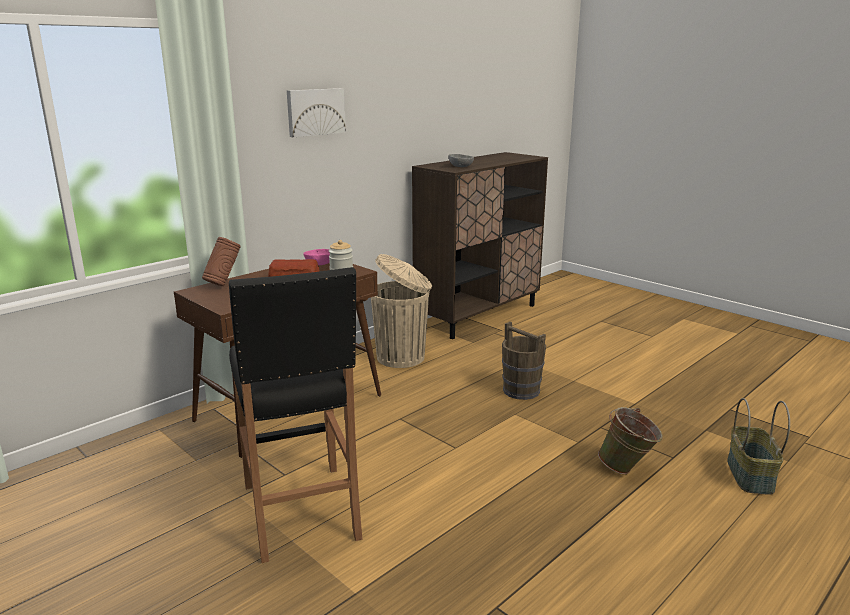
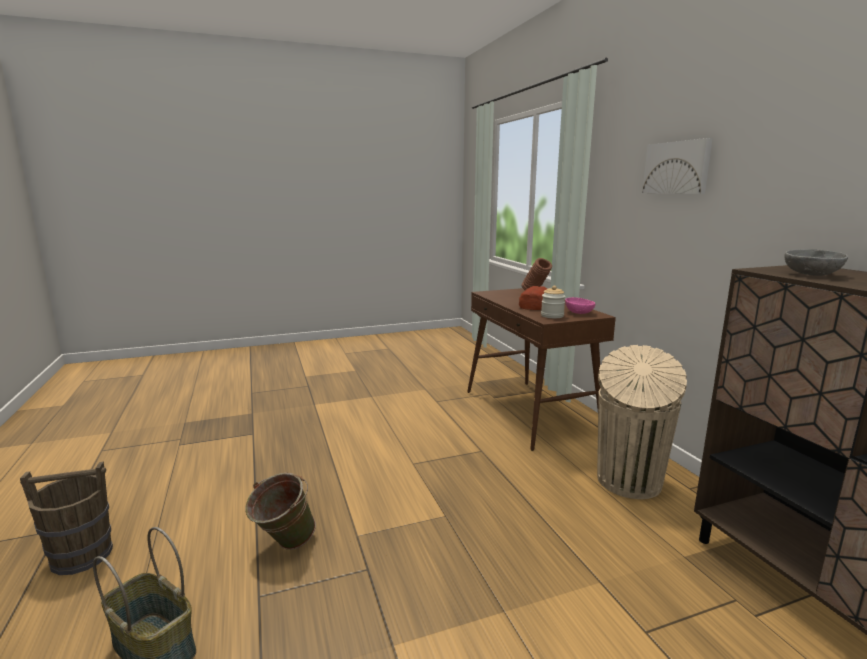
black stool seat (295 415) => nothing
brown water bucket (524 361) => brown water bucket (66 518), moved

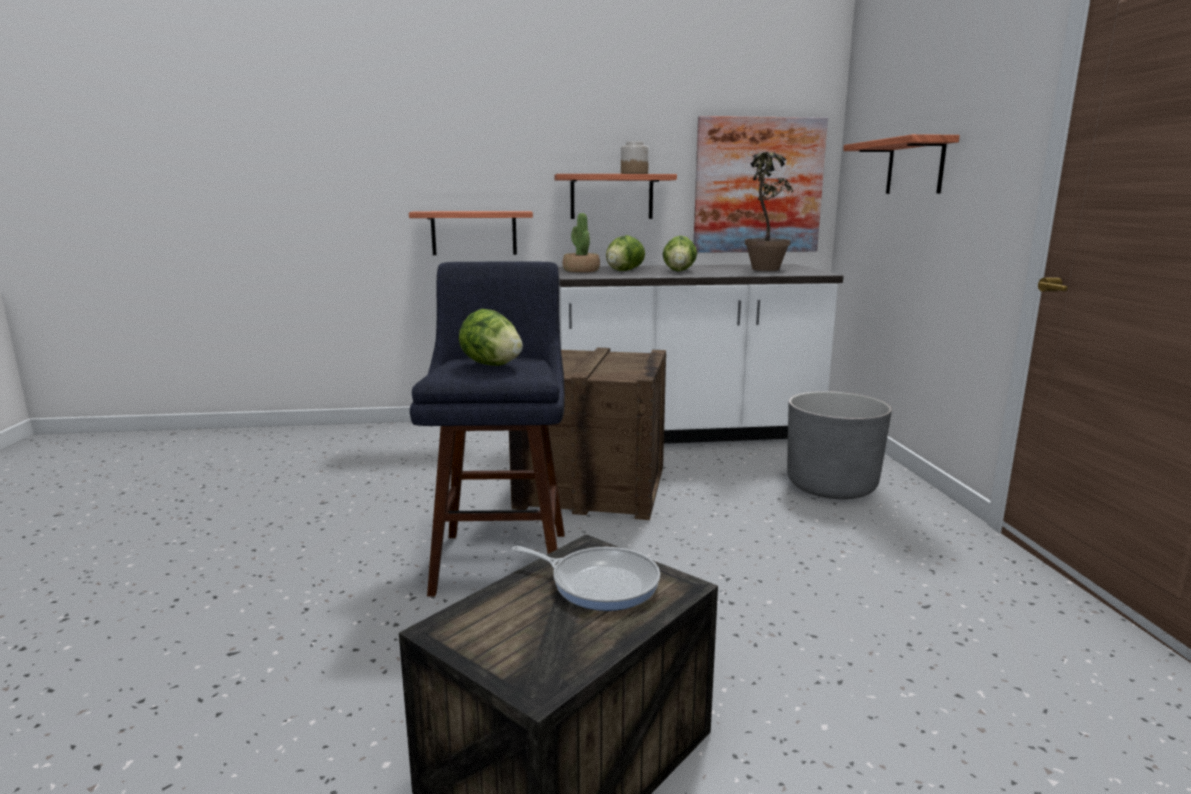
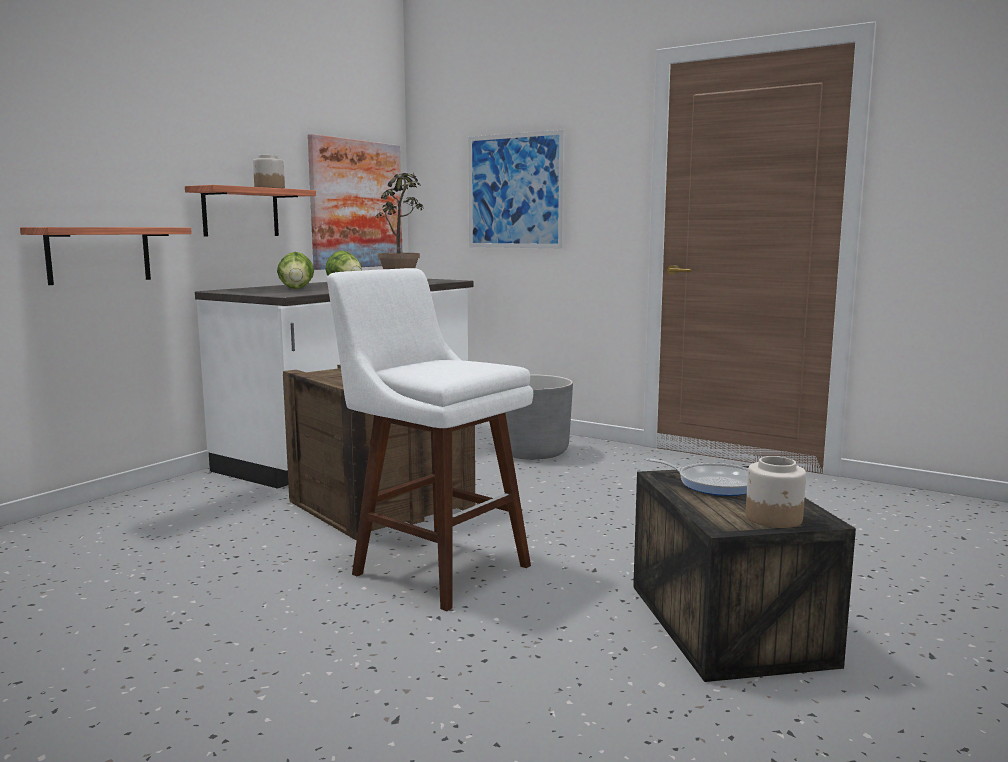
blue stool seat (487 429) => white-coloured stool seat (430 439)
lettuce (491 337) => nothing
skillet (586 578) => skillet (697 477), 60 degrees clockwise
potted plant (581 242) => nothing
shelf (901 164) => wall picture (516 189)
nothing => storage jar (776 492)

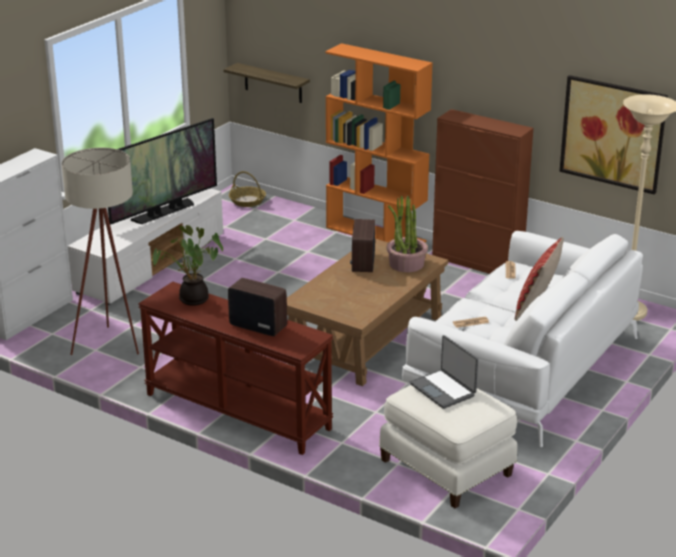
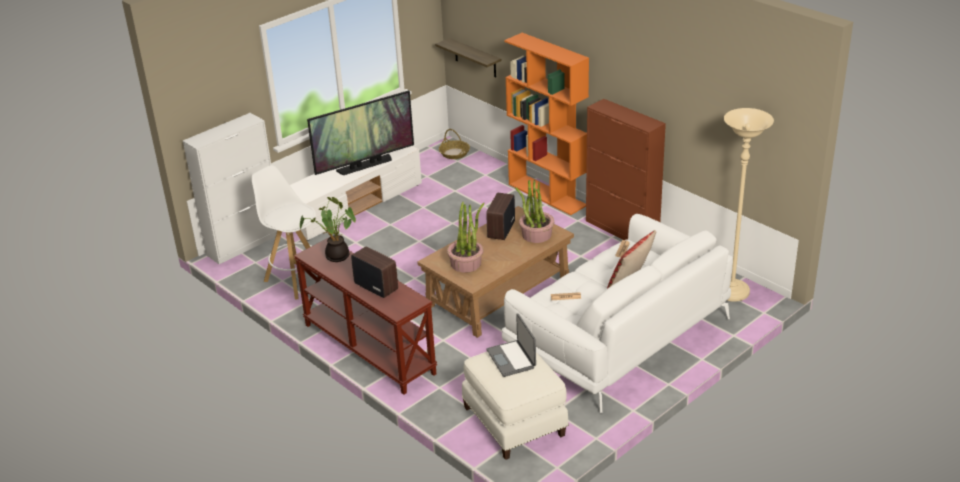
sand-coloured standard lamp (100 251) => white-coloured stool seat (284 232)
wall picture (613 135) => nothing
nothing => potted plant (466 237)

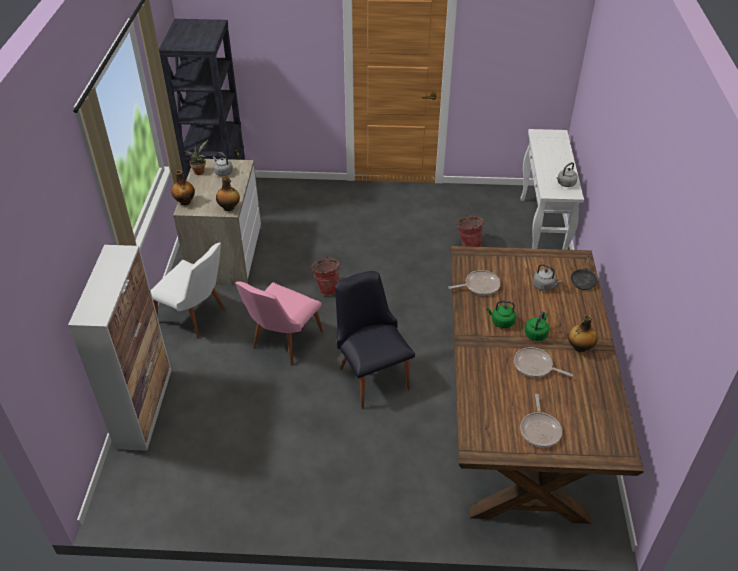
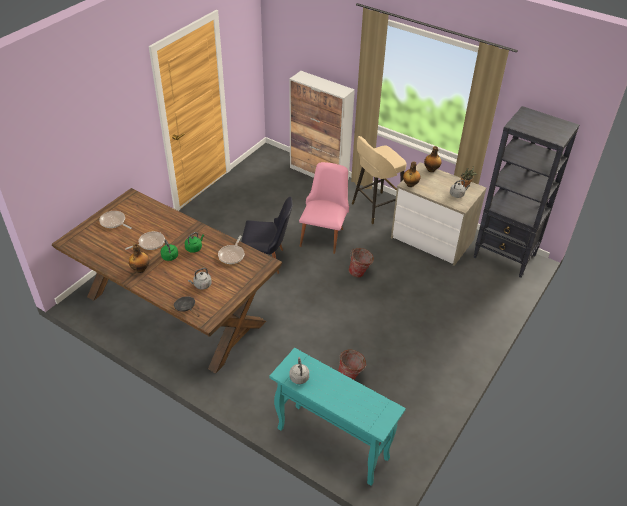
white-coloured chair (188 290) => sand-coloured stool seat (379 180)
pink chair (279 323) => pink chair (324 208), 45 degrees clockwise
white-coloured narrow table (552 189) => turquoise narrow table (337 417)

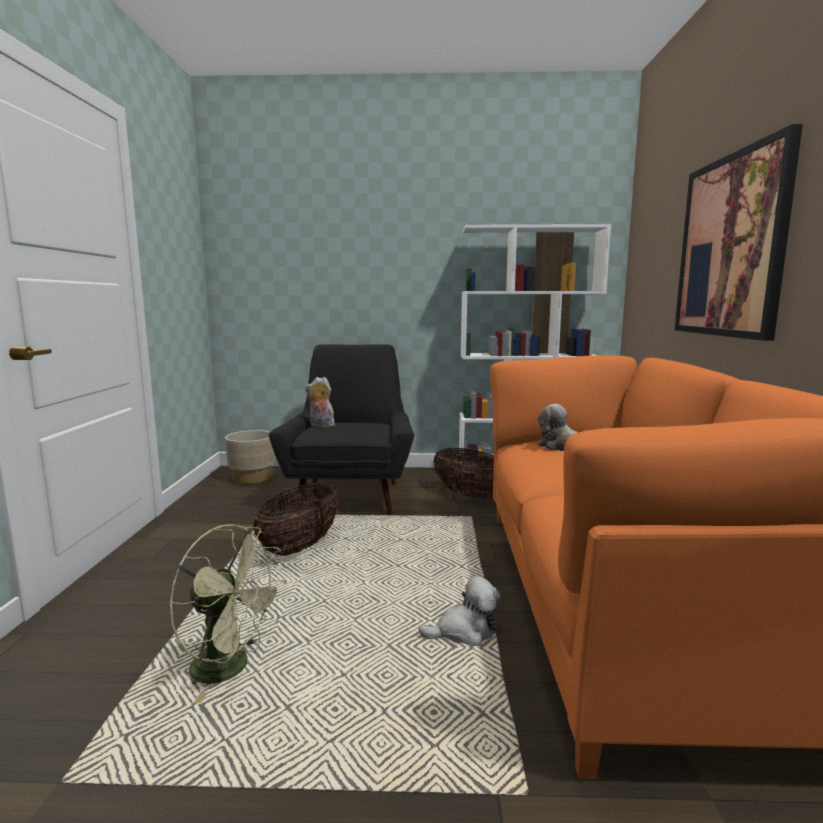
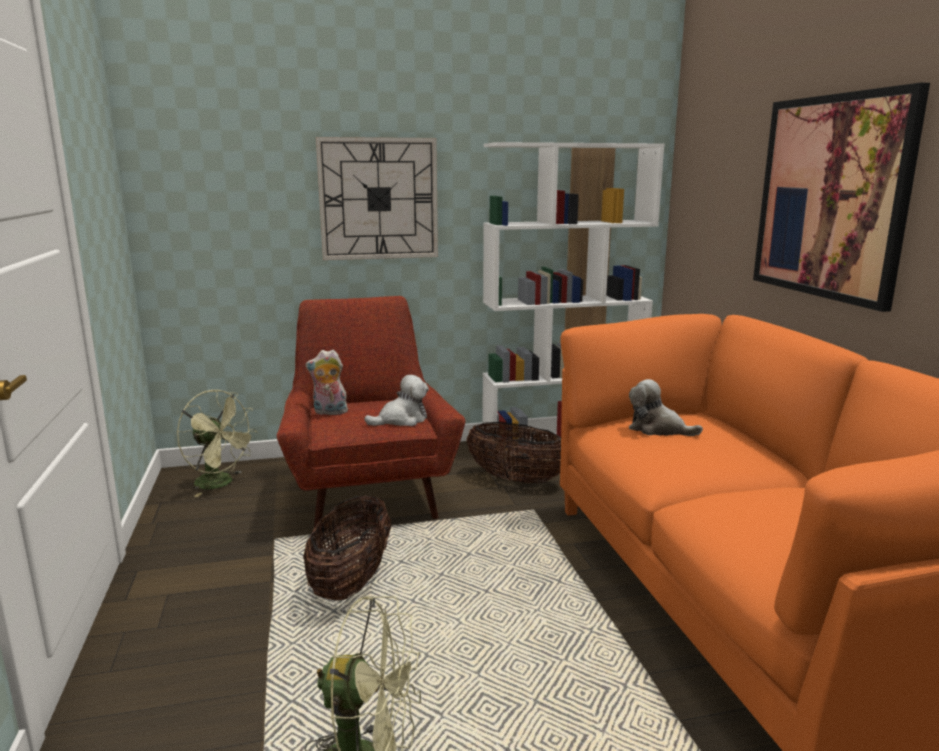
sand-coloured planter (249 457) => green fan (217 443)
black easy chair (341 429) => red easy chair (371 412)
plush toy (459 611) => plush toy (396 400), moved
nothing => wall clock (377 198)

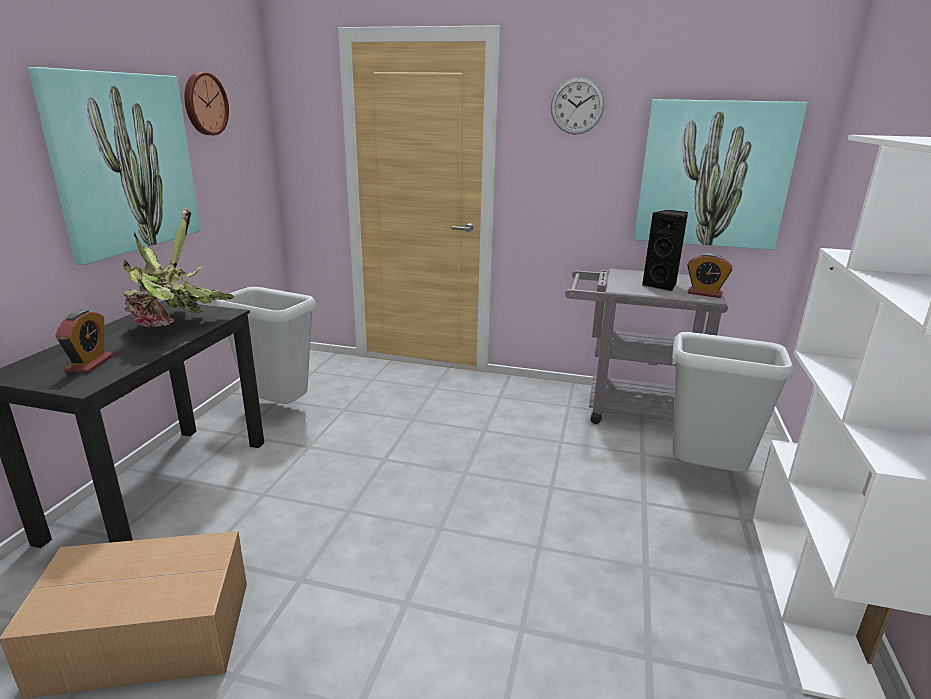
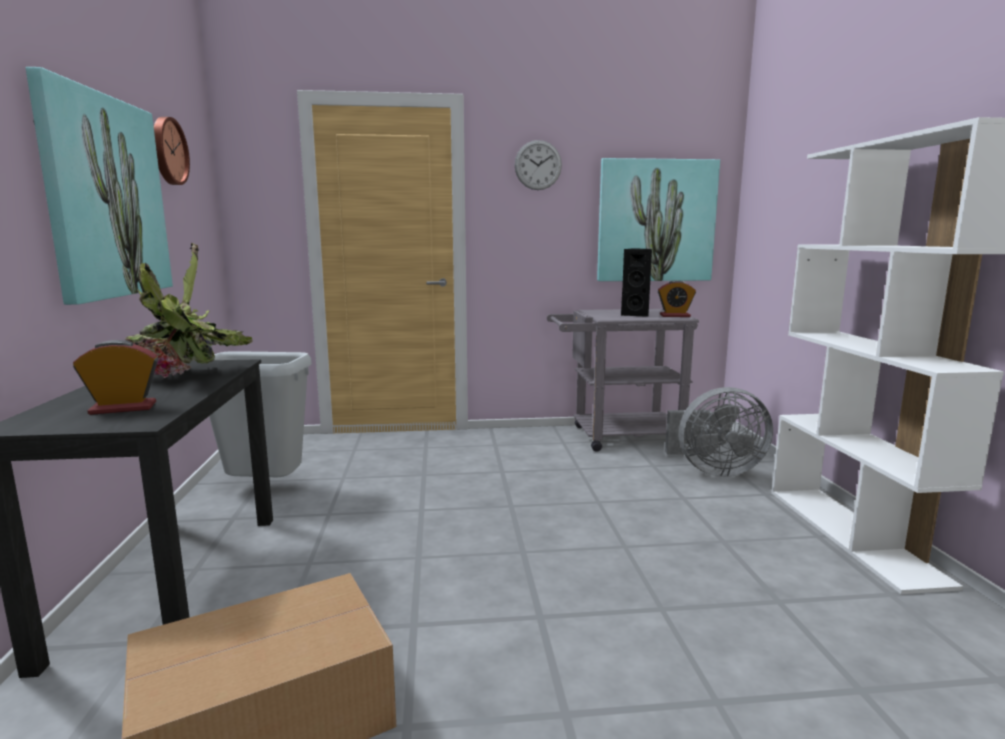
alarm clock (84 341) => alarm clock (115 377), 90 degrees counterclockwise
greyish trash can (733 402) => greyish fan (719 432)

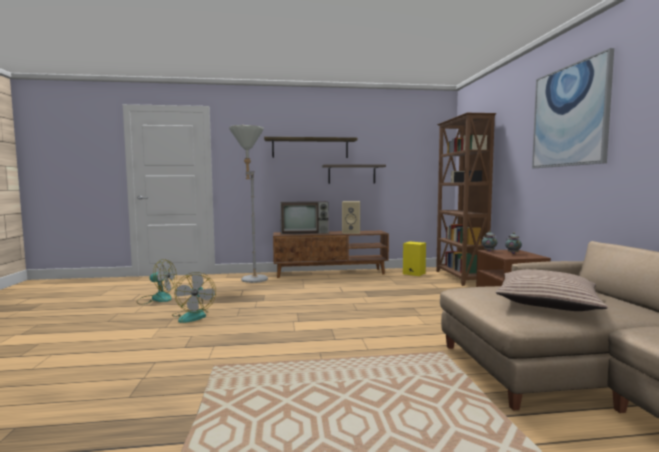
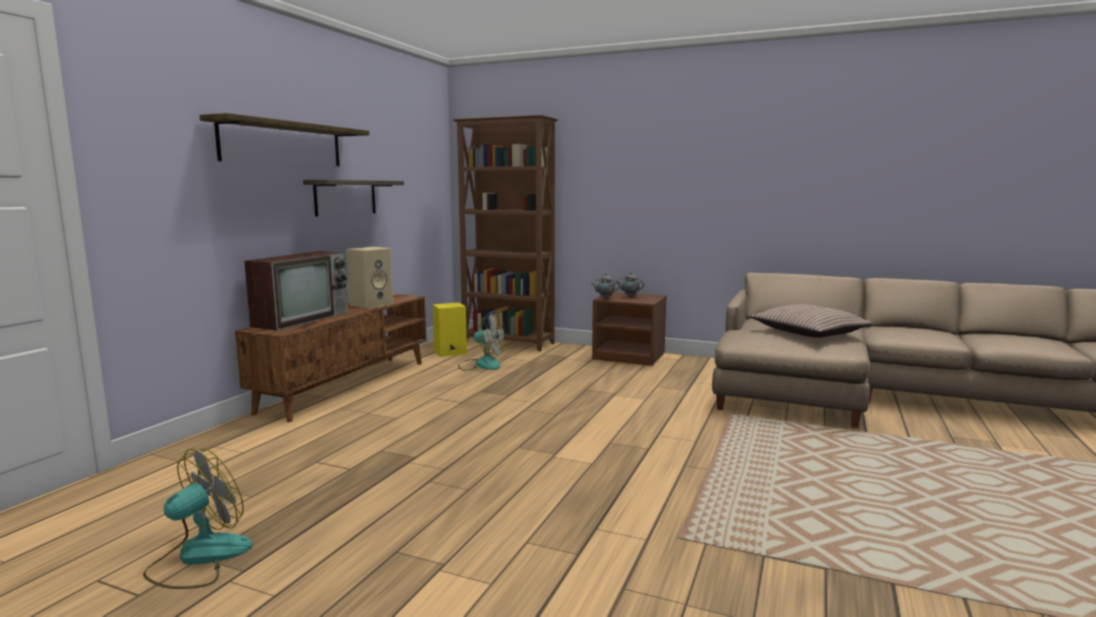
fan (194 297) => fan (482 342), moved
greyish standard lamp (248 204) => nothing
wall picture (573 108) => nothing

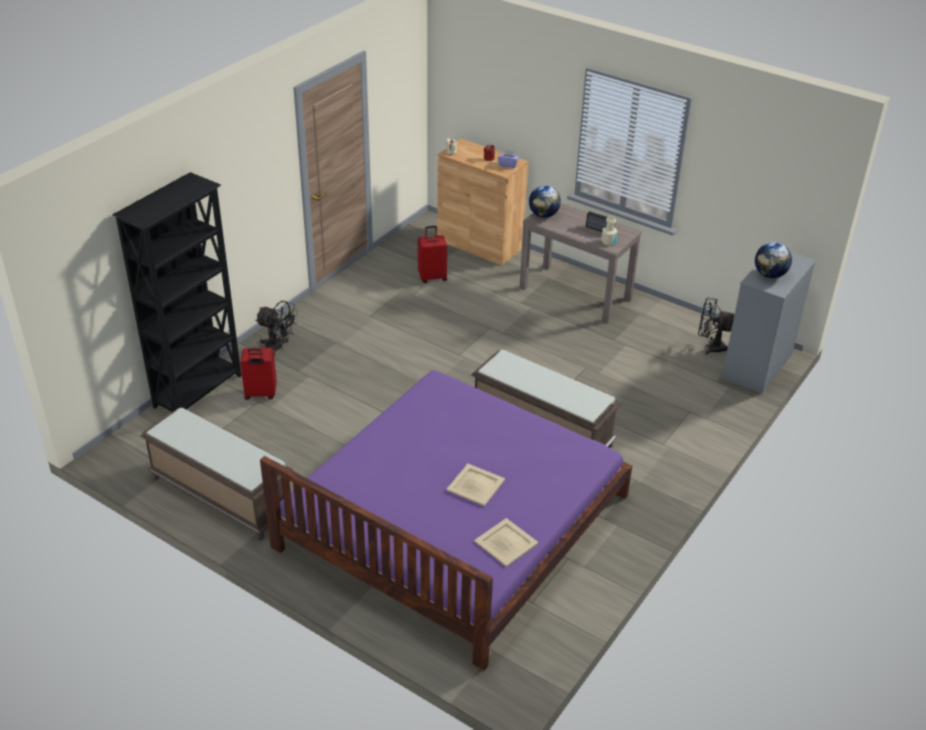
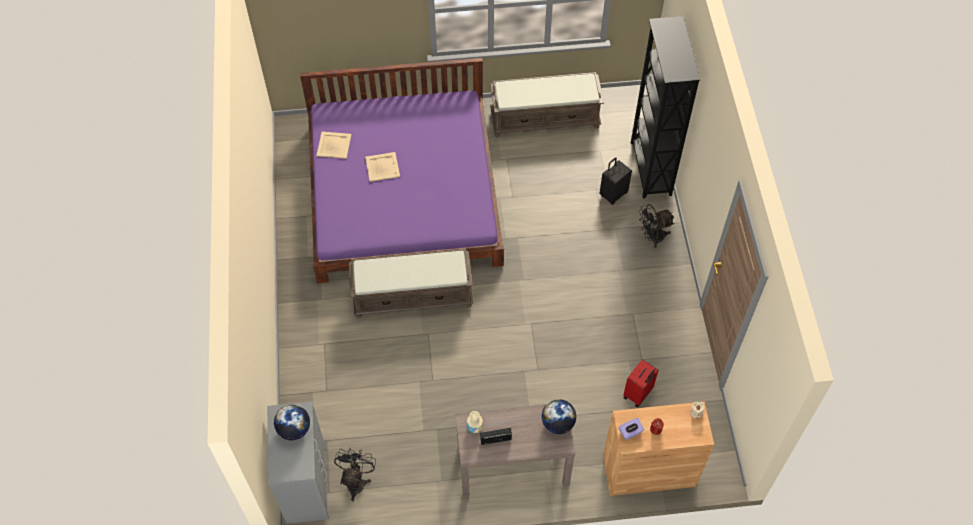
red suitcase (258 374) => black suitcase (615 181)
black fan (716 326) => black fan (355 475), 60 degrees counterclockwise

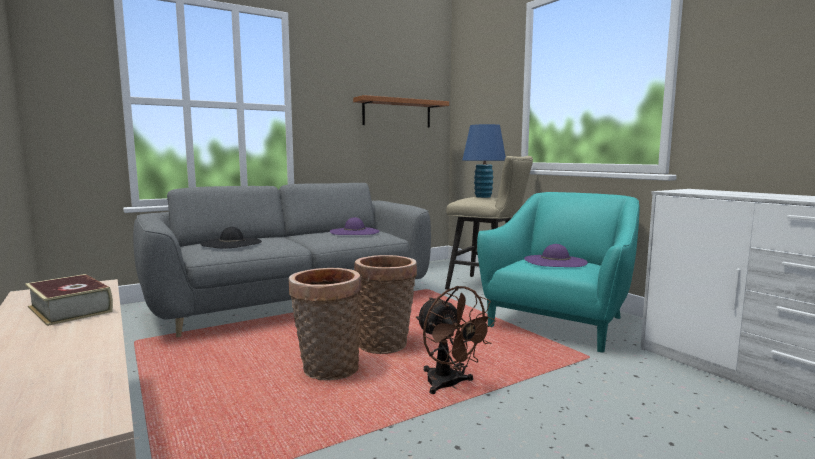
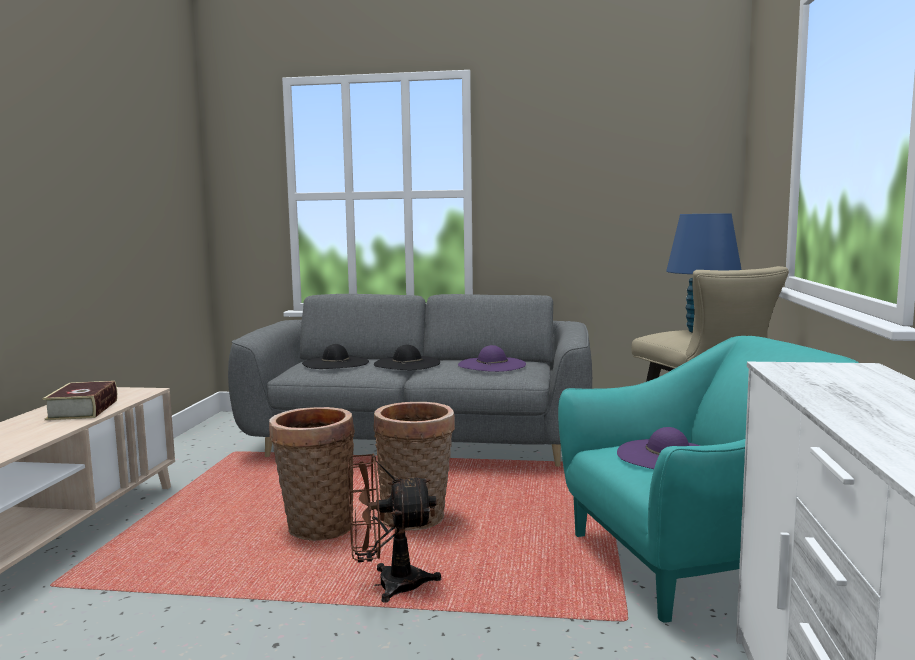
shelf (401 111) => nothing
brown fan (456 340) => brown fan (394 528), 75 degrees clockwise
nothing => black wearable hat (407 357)

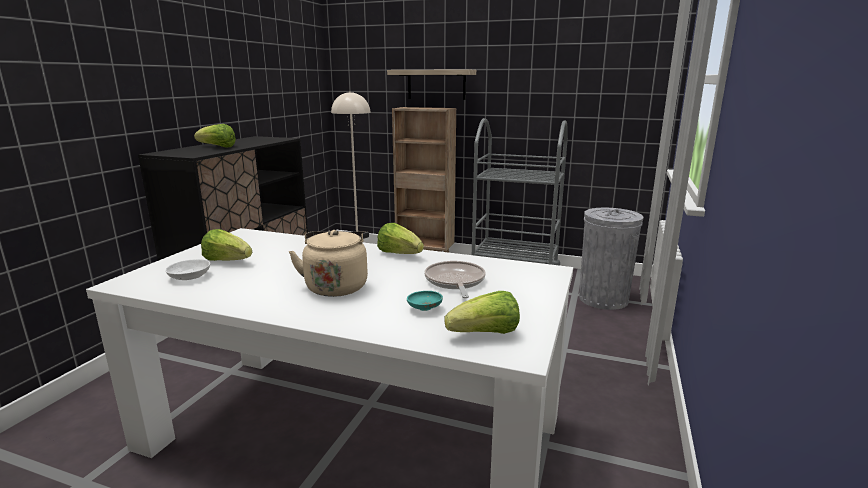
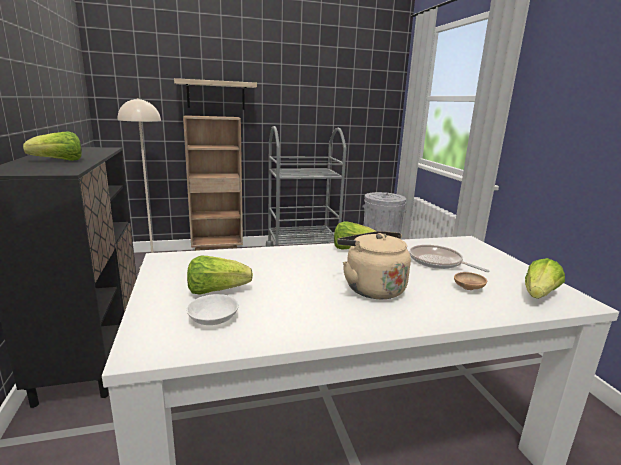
turquoise serving bowl (425 301) => brown serving bowl (470 281)

